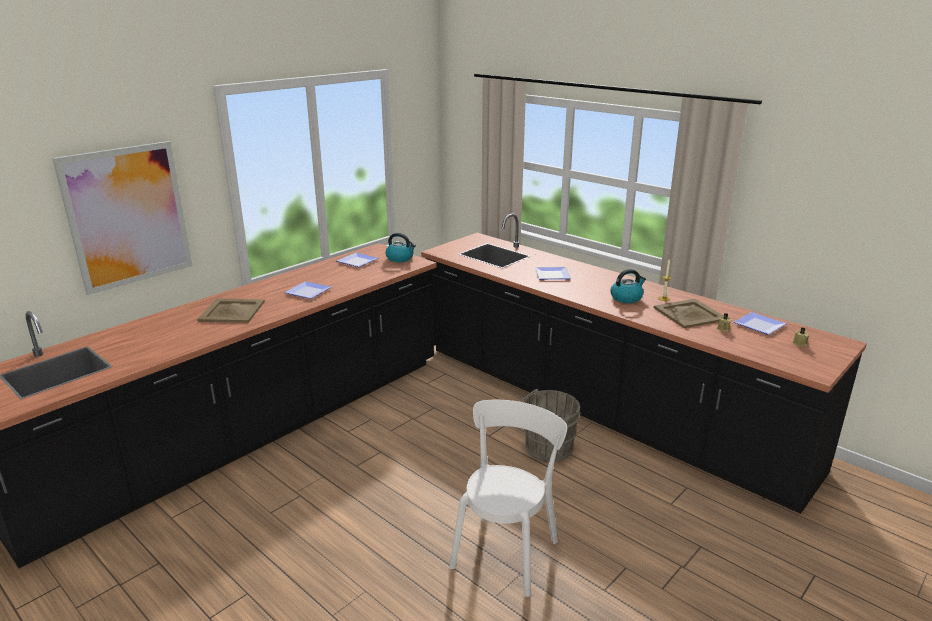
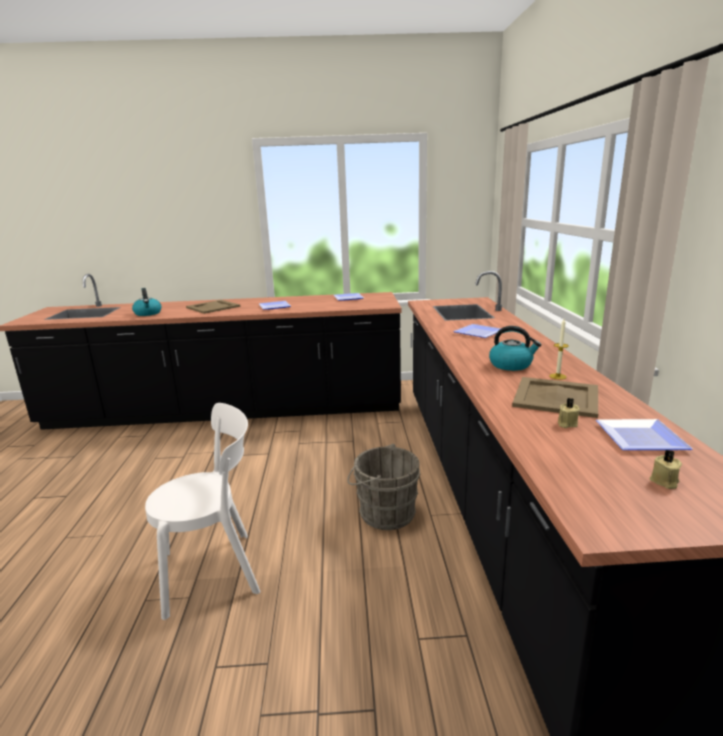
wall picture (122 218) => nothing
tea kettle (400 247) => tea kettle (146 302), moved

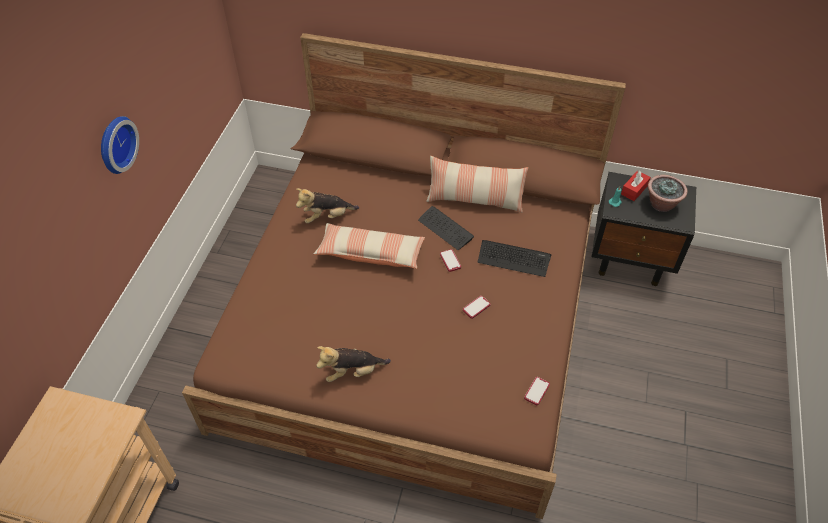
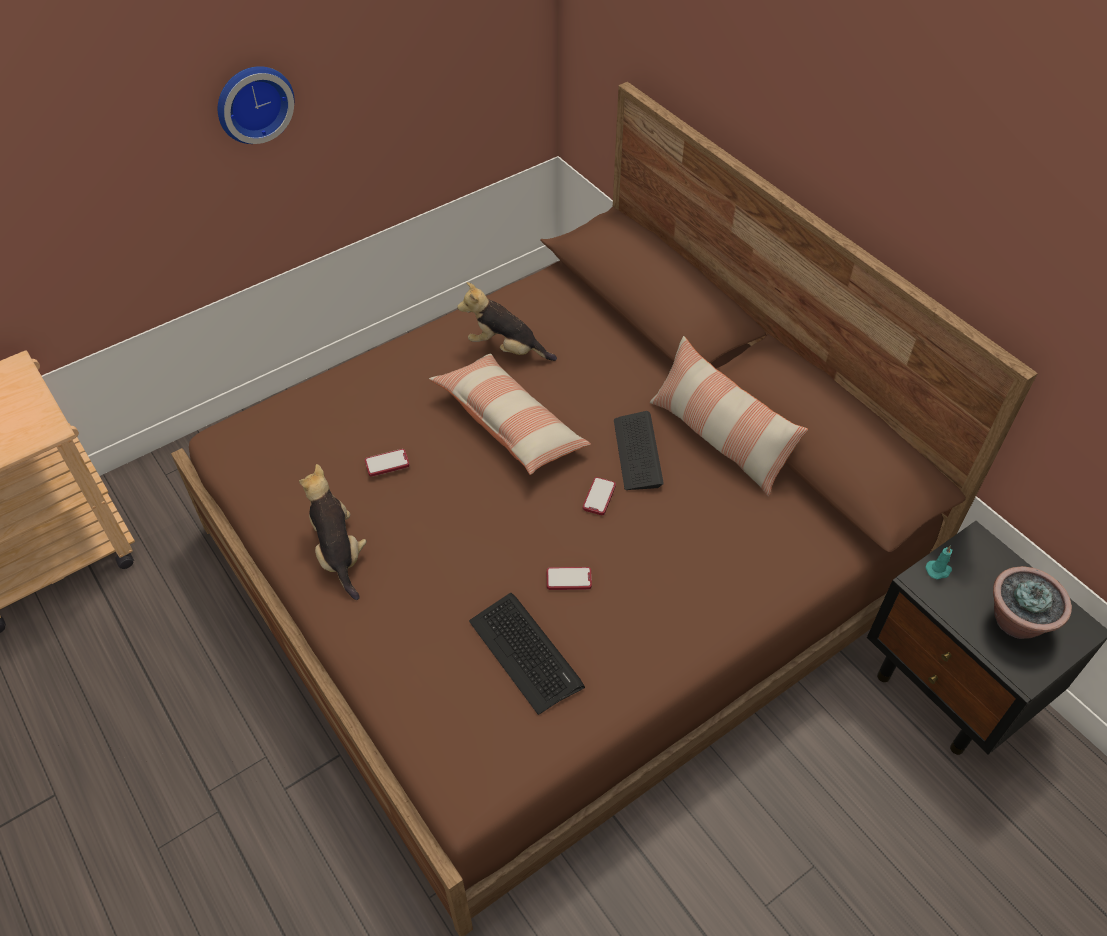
plush toy (353 364) => plush toy (333 532), 45 degrees clockwise
keyboard (514 258) => keyboard (527 653), moved
phone (537 391) => phone (387 463), moved
red tissue box (636 185) => nothing

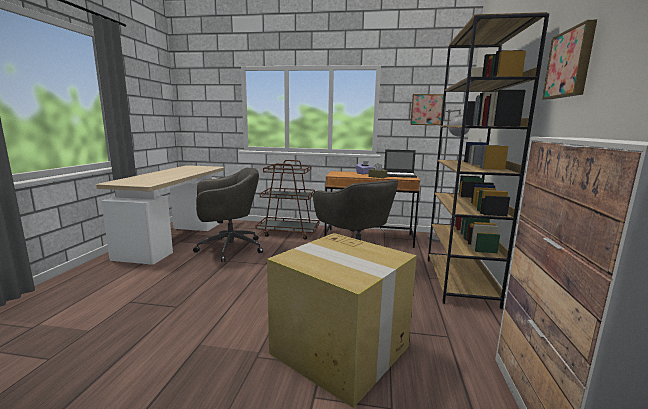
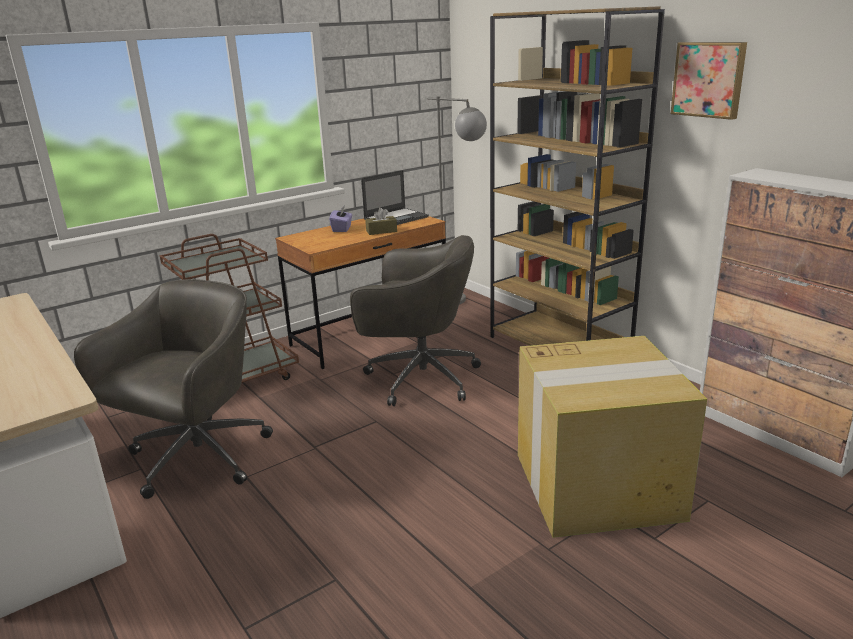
wall picture (427 109) => nothing

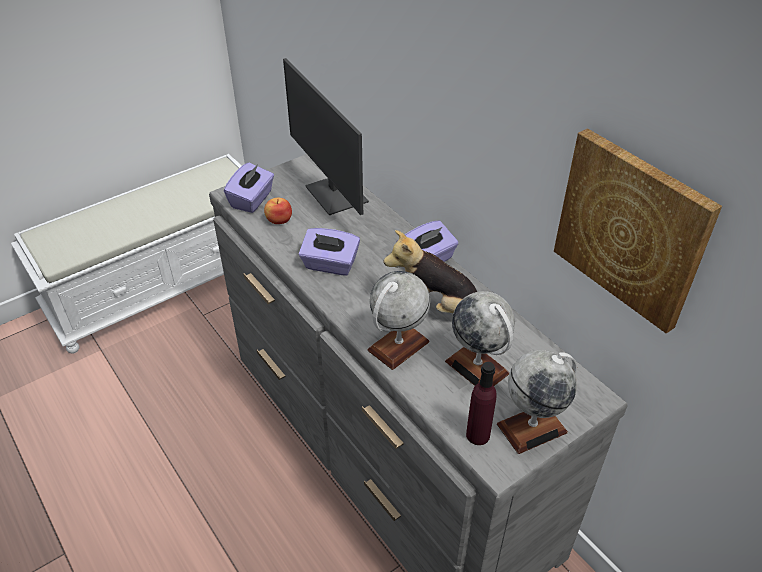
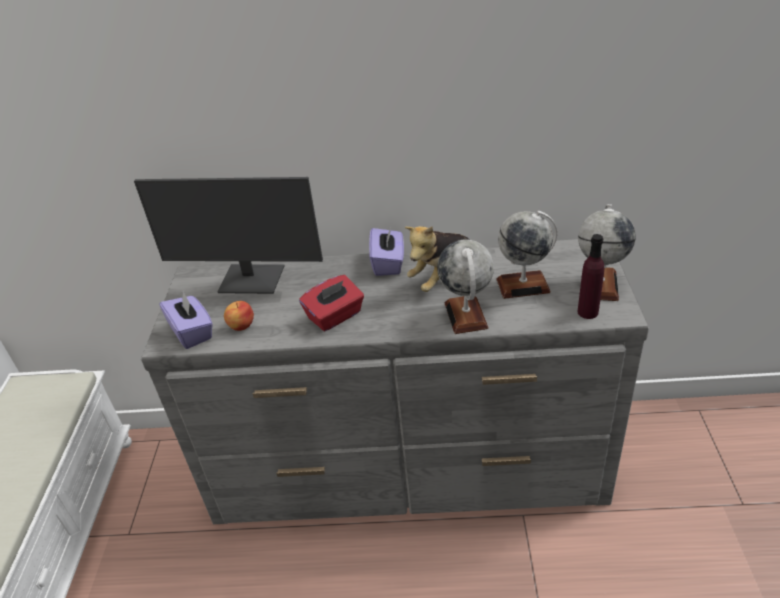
purple-coloured tissue box (329 252) => red tissue box (331 303)
wall picture (638 230) => nothing

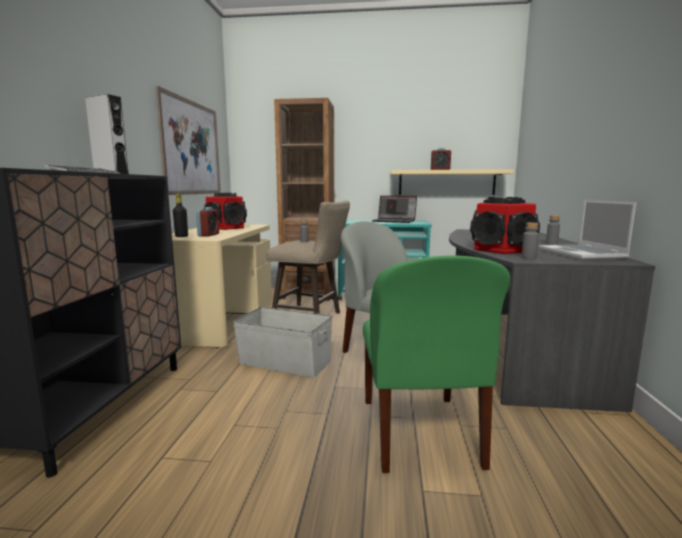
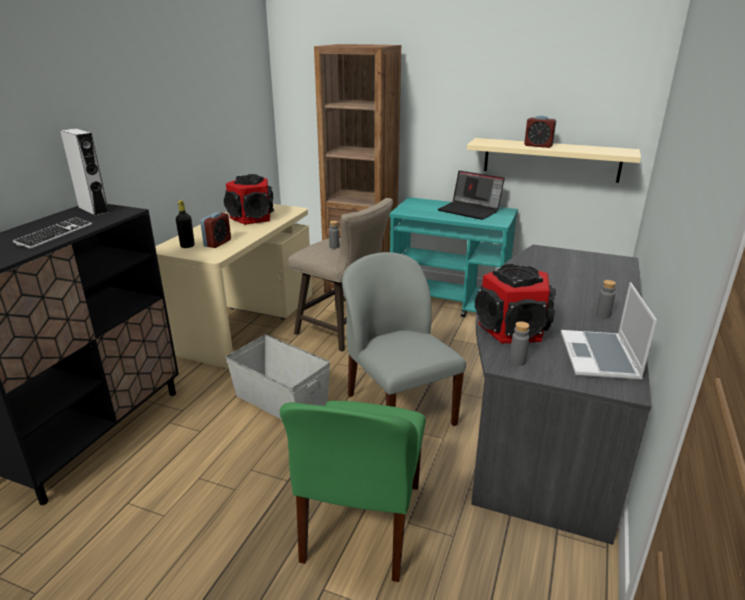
wall picture (188 140) => nothing

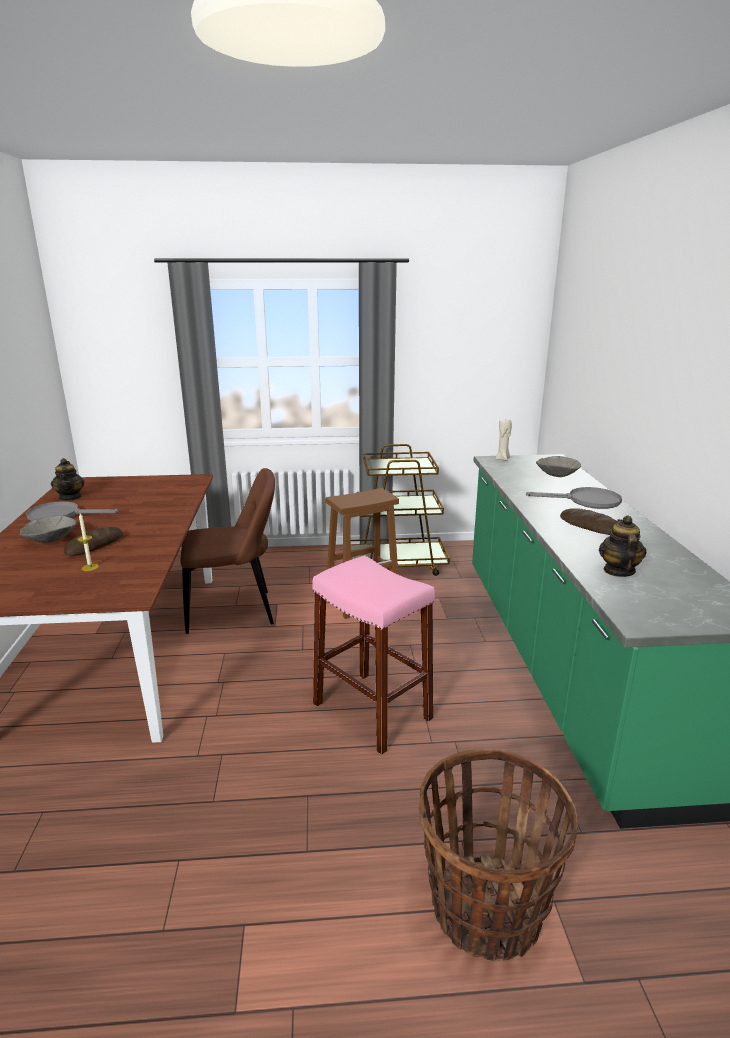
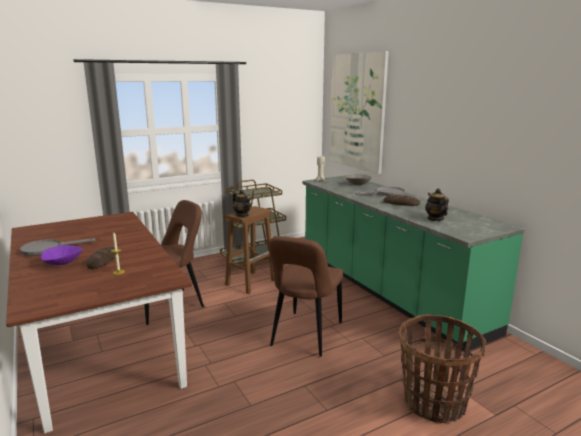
greyish serving bowl (48 529) => purple-coloured serving bowl (62 255)
tea pot (68 479) => tea pot (242 203), moved
pink stool seat (373 655) => brown chair (305 296)
nothing => wall picture (359 112)

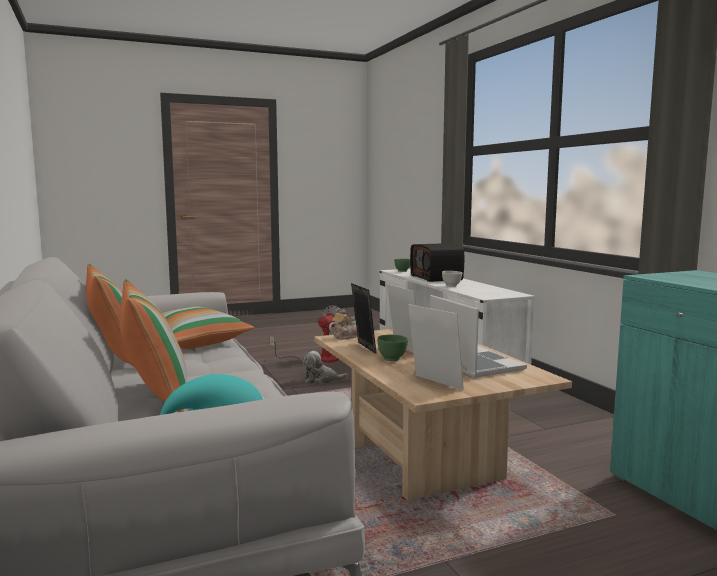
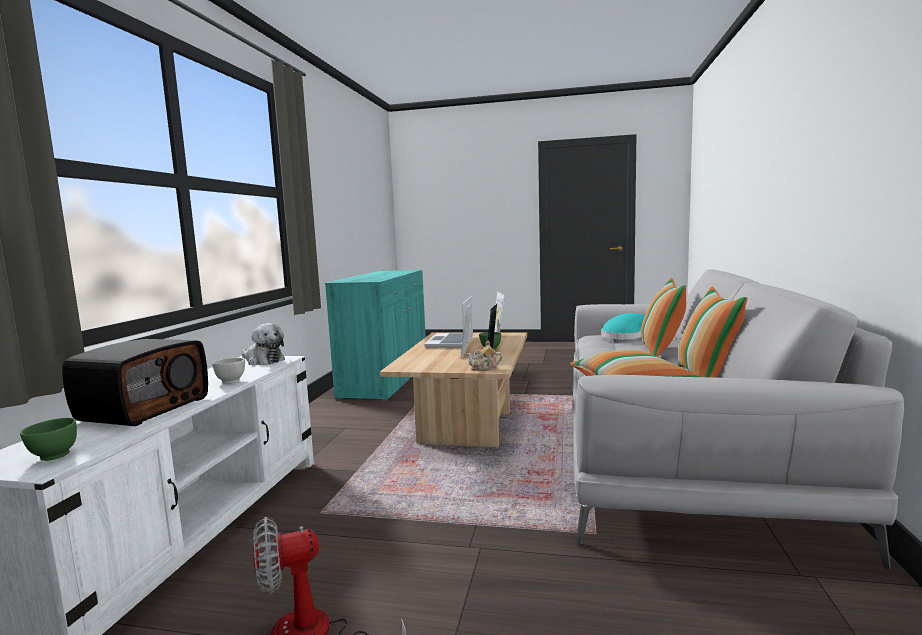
plush toy (325 367) => plush toy (263 344), moved

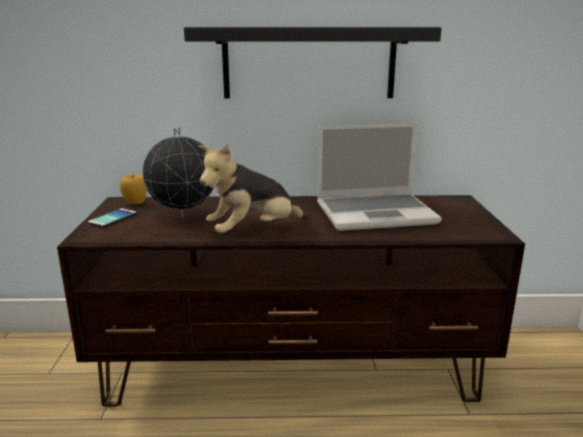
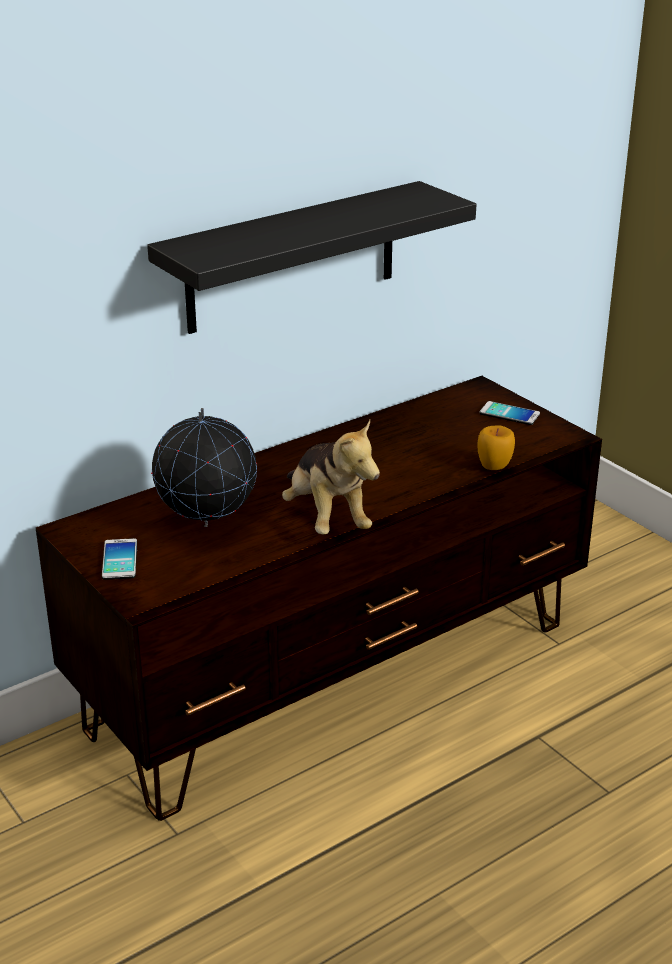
whole apple (133 189) => whole apple (496 447), moved
plush toy (253 188) => plush toy (331 477), 45 degrees counterclockwise
portable computer (379 177) => nothing
nothing => phone (509 413)

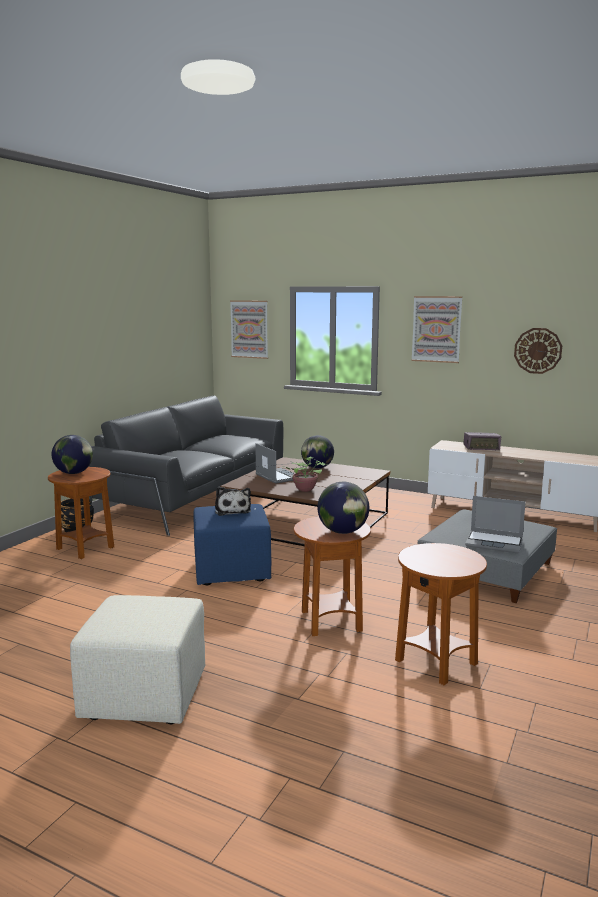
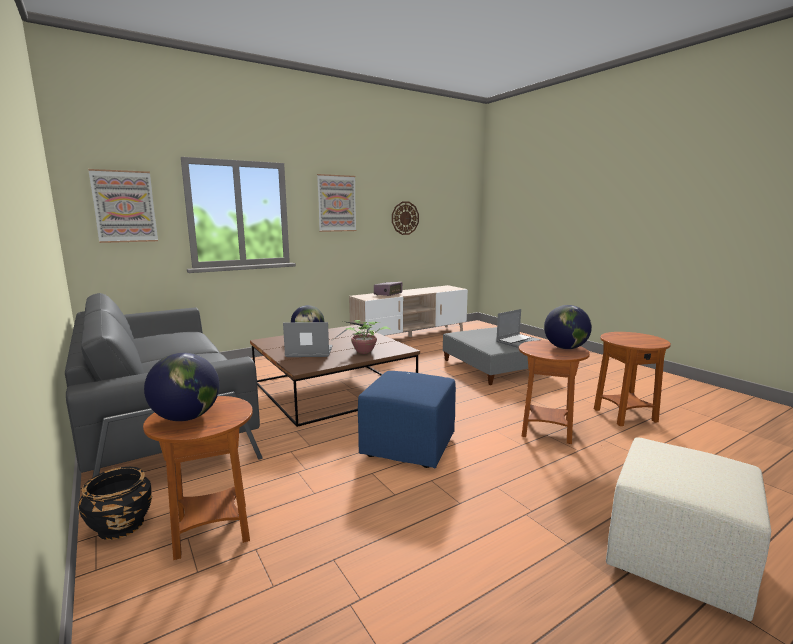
plush toy (233 501) => nothing

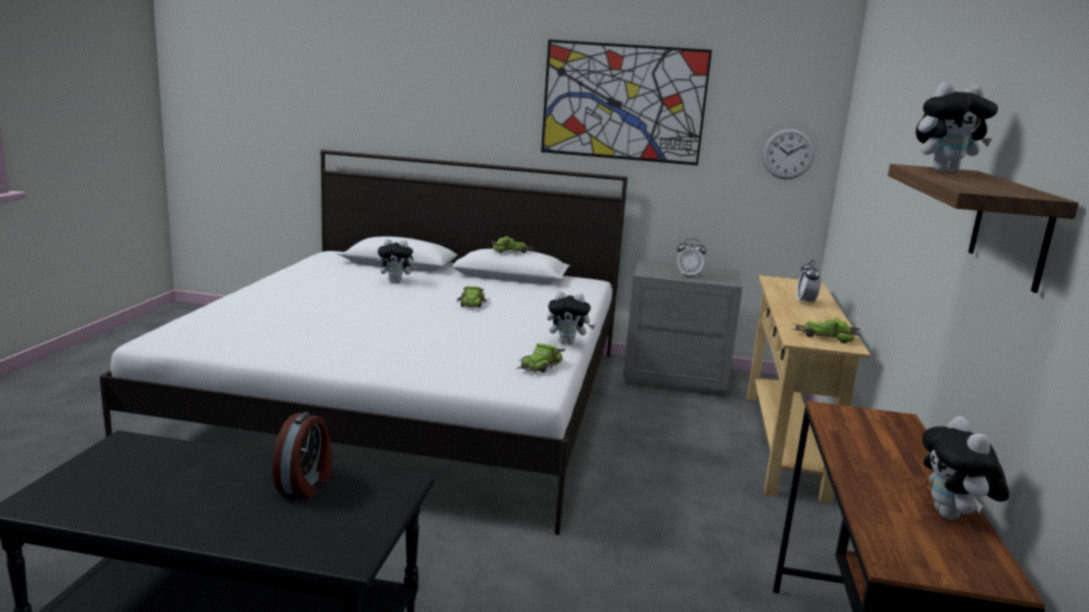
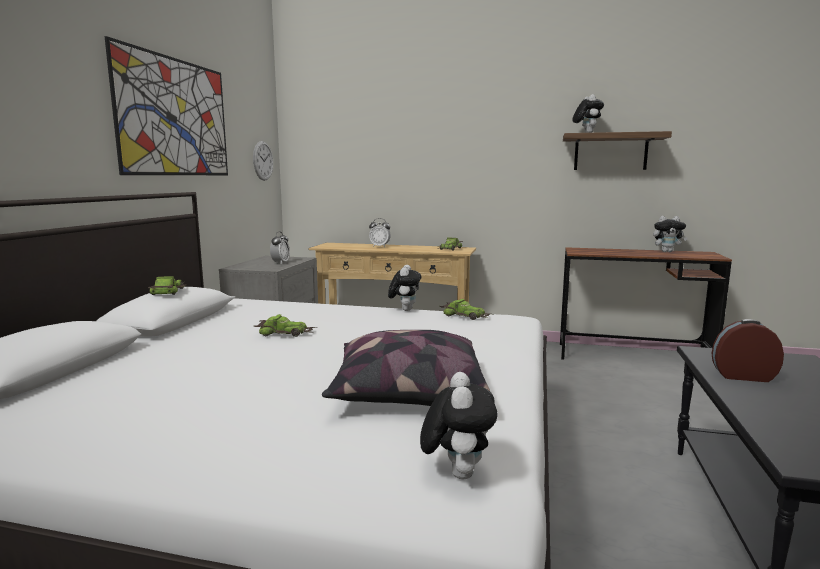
plush toy (398 261) => plush toy (458 425), moved
nothing => cushion (406 368)

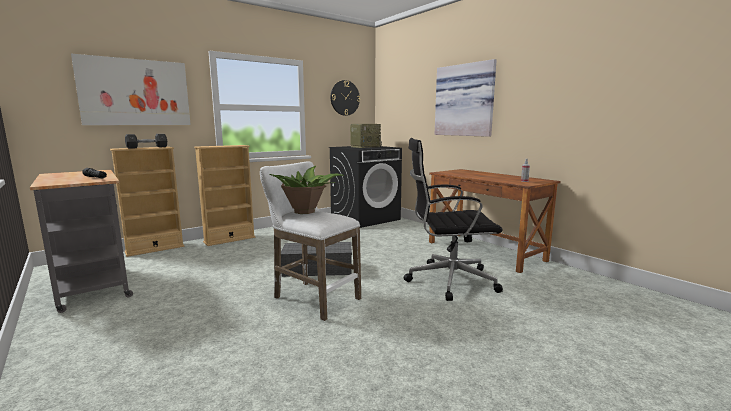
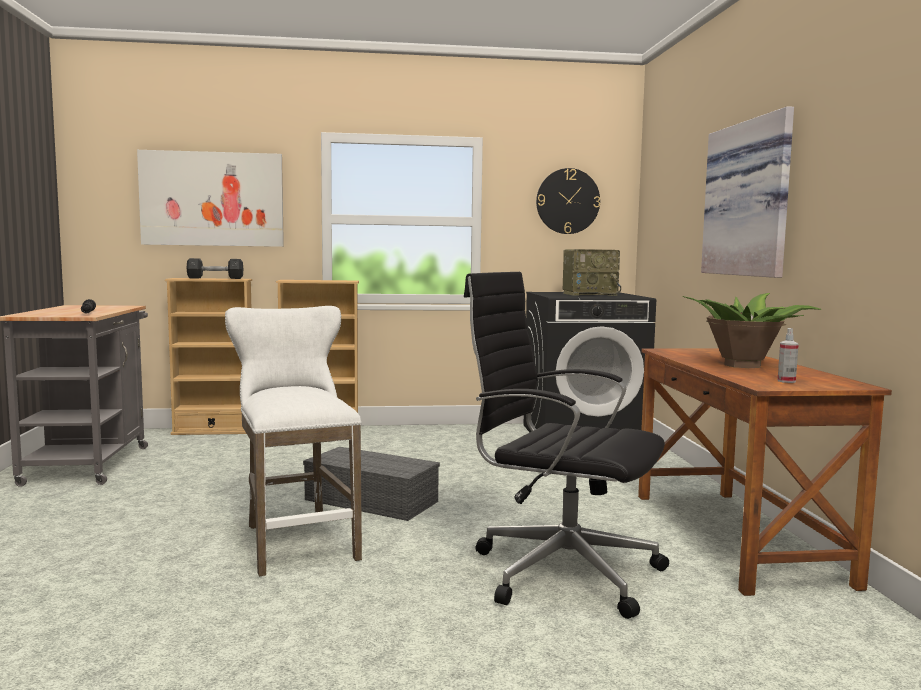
potted plant (306 190) => potted plant (751 330), moved

